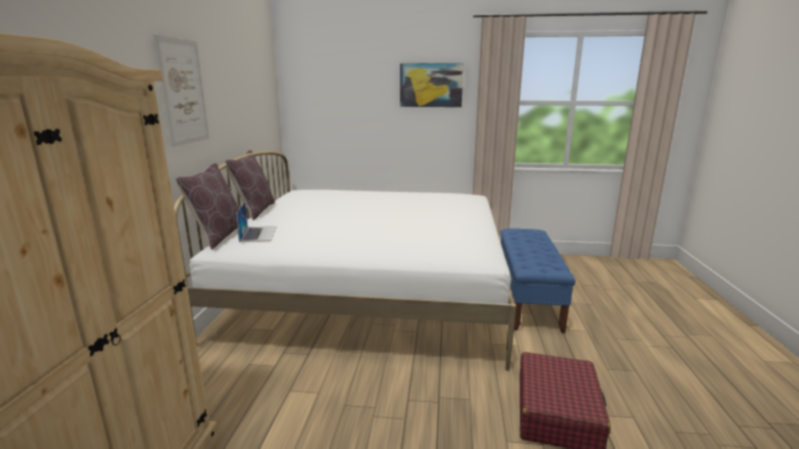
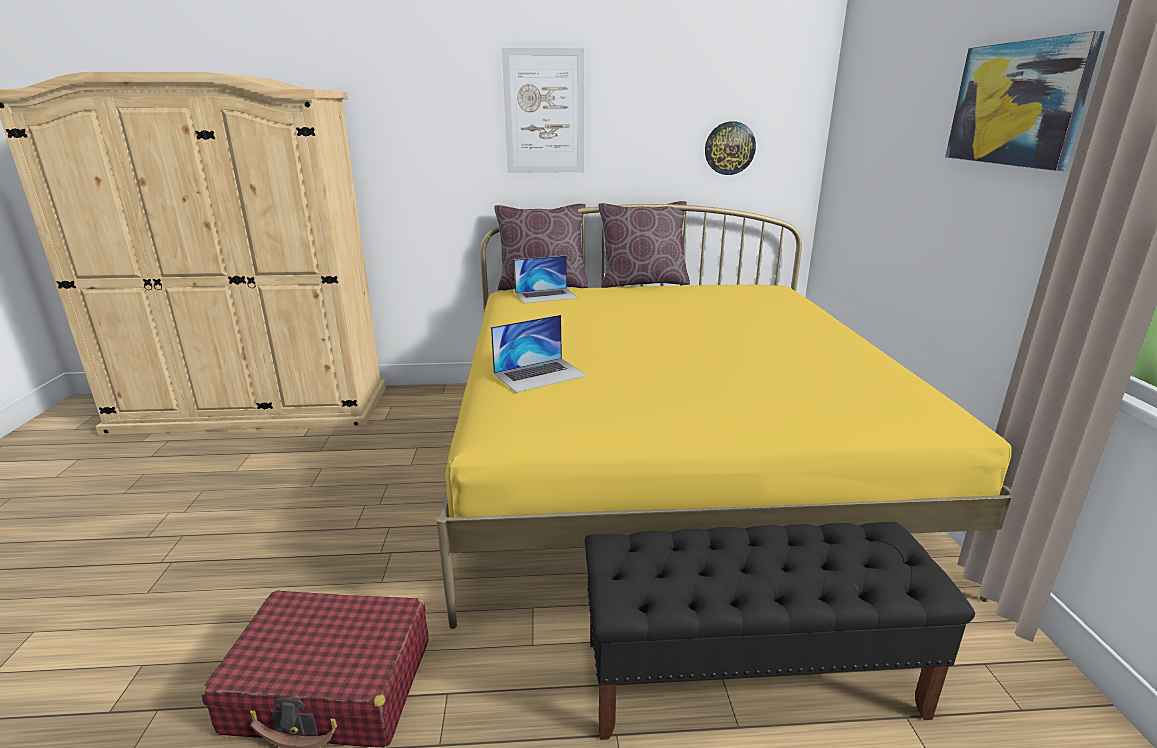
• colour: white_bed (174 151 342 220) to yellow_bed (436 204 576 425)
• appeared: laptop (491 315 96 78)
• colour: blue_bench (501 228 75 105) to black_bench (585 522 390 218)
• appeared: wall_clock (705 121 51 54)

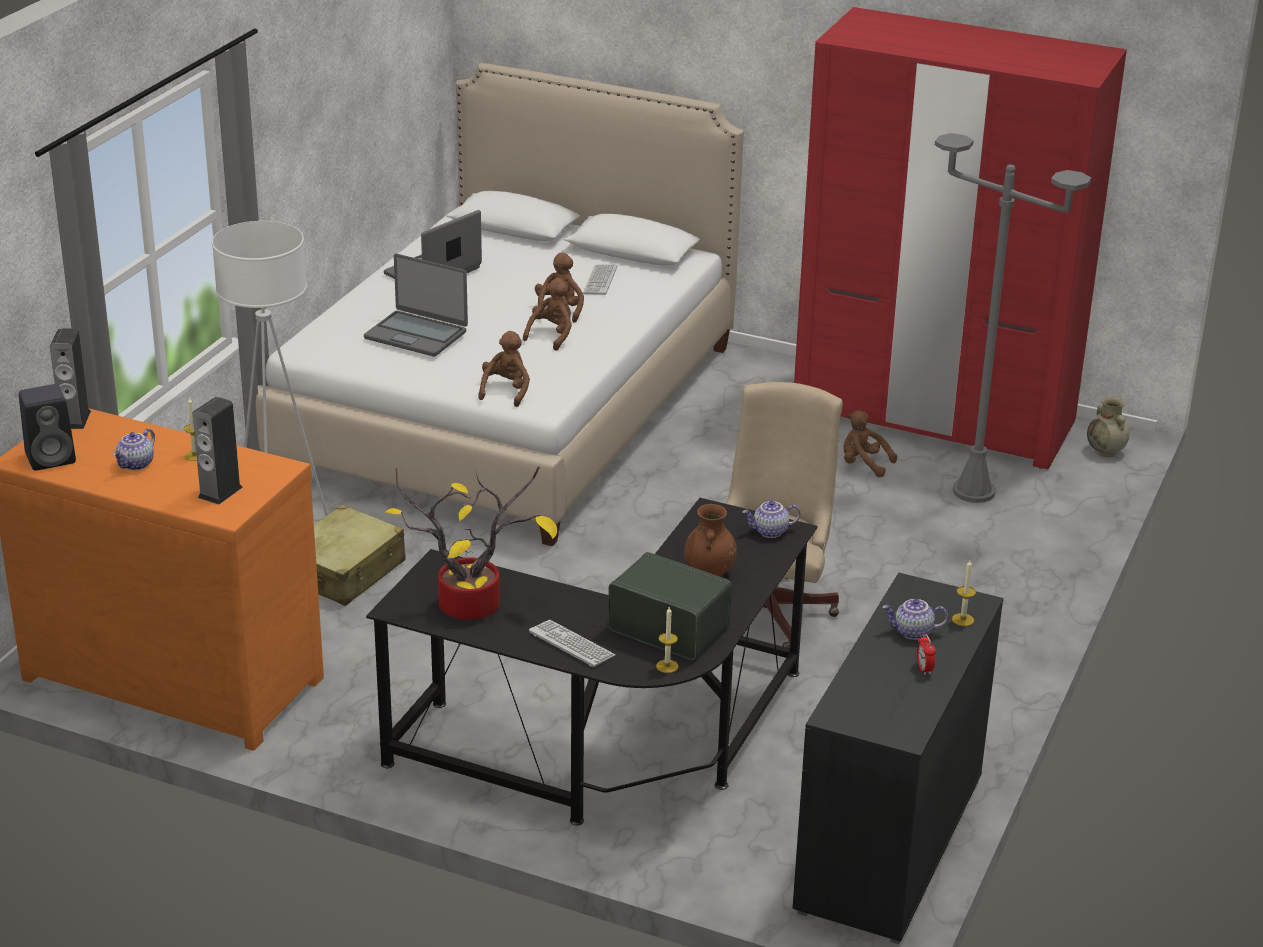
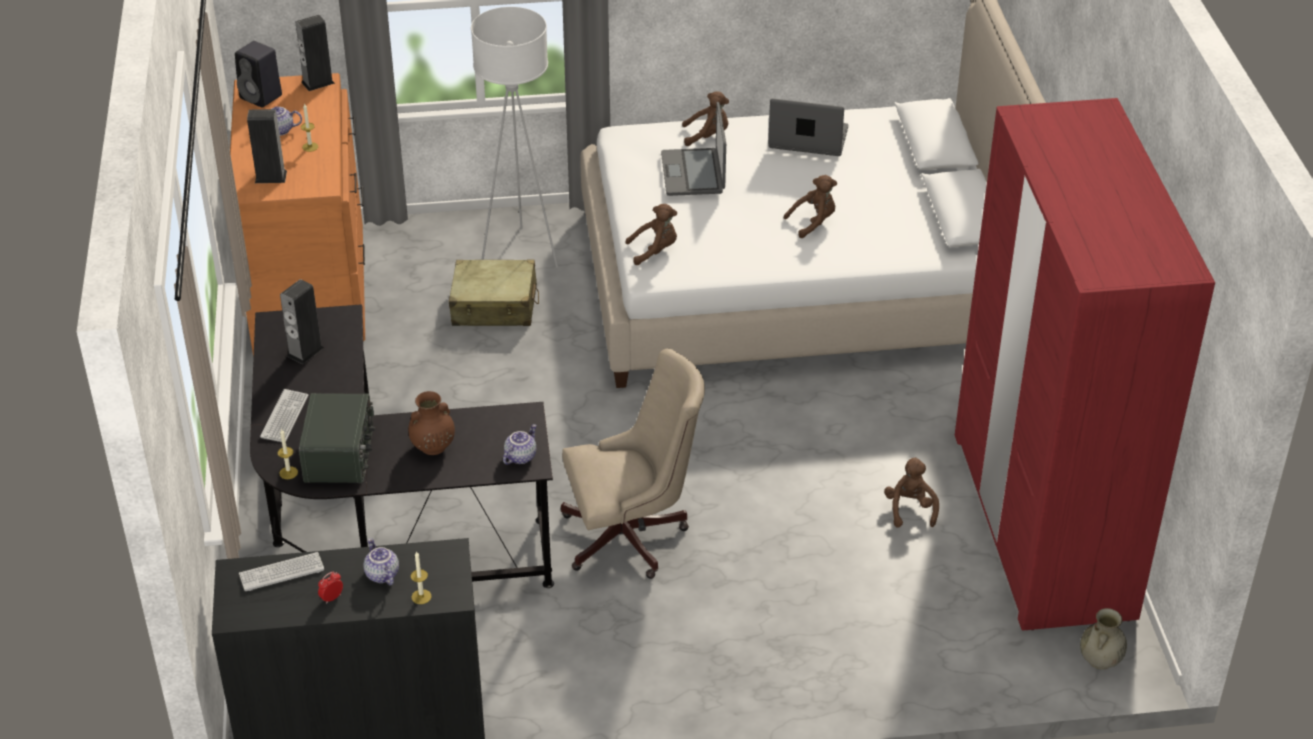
• relocated: keyboard (583 264 34 31) to (239 552 85 39)
• exchanged: potted_plant (385 466 172 154) to speaker (280 279 44 85)
• spun: teapot (742 501 58 37) = (503 424 34 41) 75 degrees clockwise
• relocated: brown_plush_toy (523 278 49 73) to (682 91 47 55)
• missing: grey_floor_lamp (935 133 156 370)

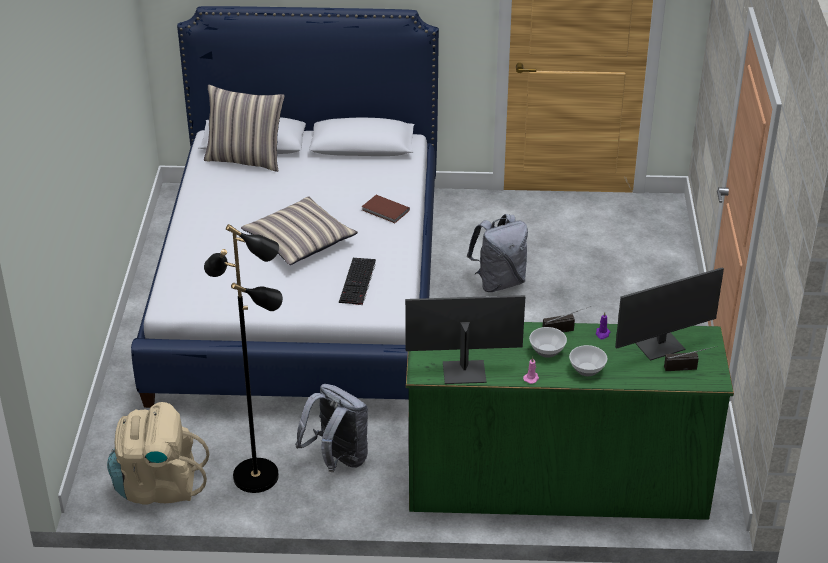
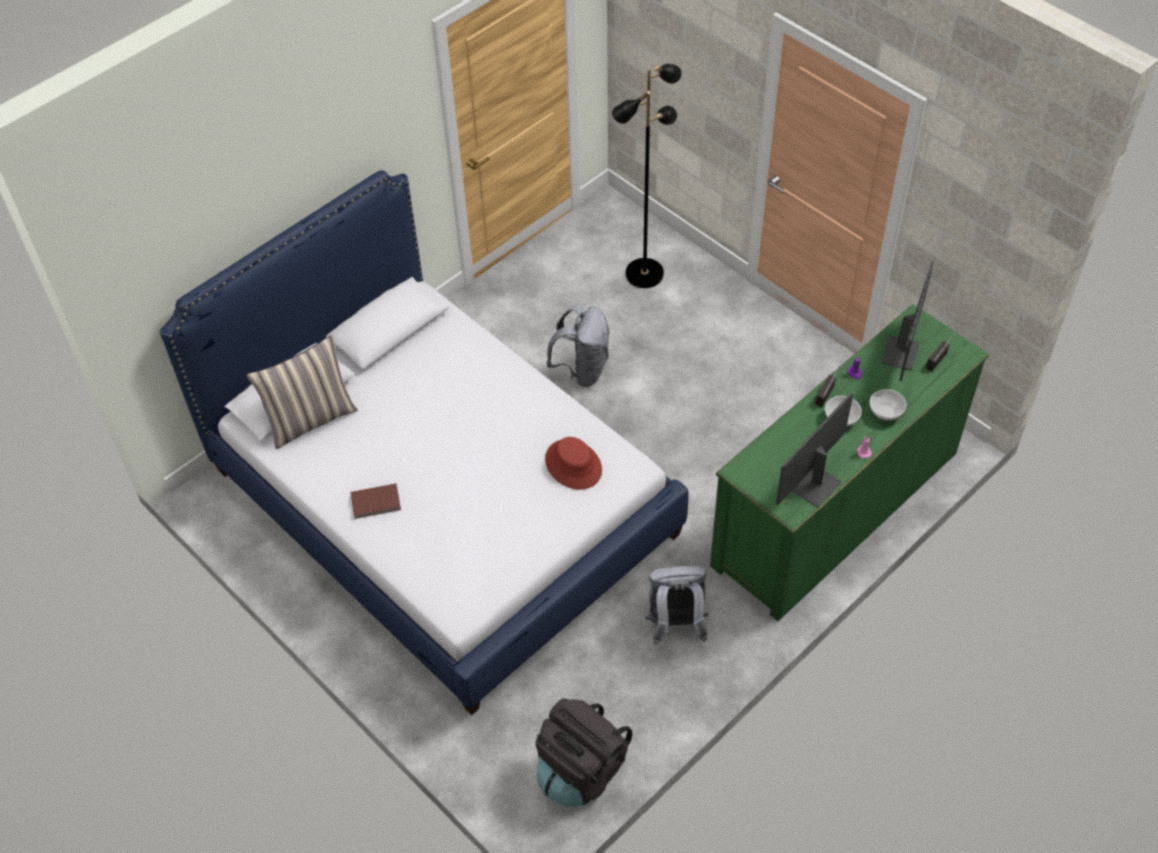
• relocated: brown_book (361 195 49 28) to (350 483 51 36)
• colour: beige_backpack (107 402 102 103) to black_backpack (536 698 96 109)
• exchanged: keyboard (339 258 37 47) to red_hat (545 437 57 53)
• relocated: black_floor_lamp (204 224 79 269) to (612 64 70 224)
• missing: pillow (241 197 117 68)

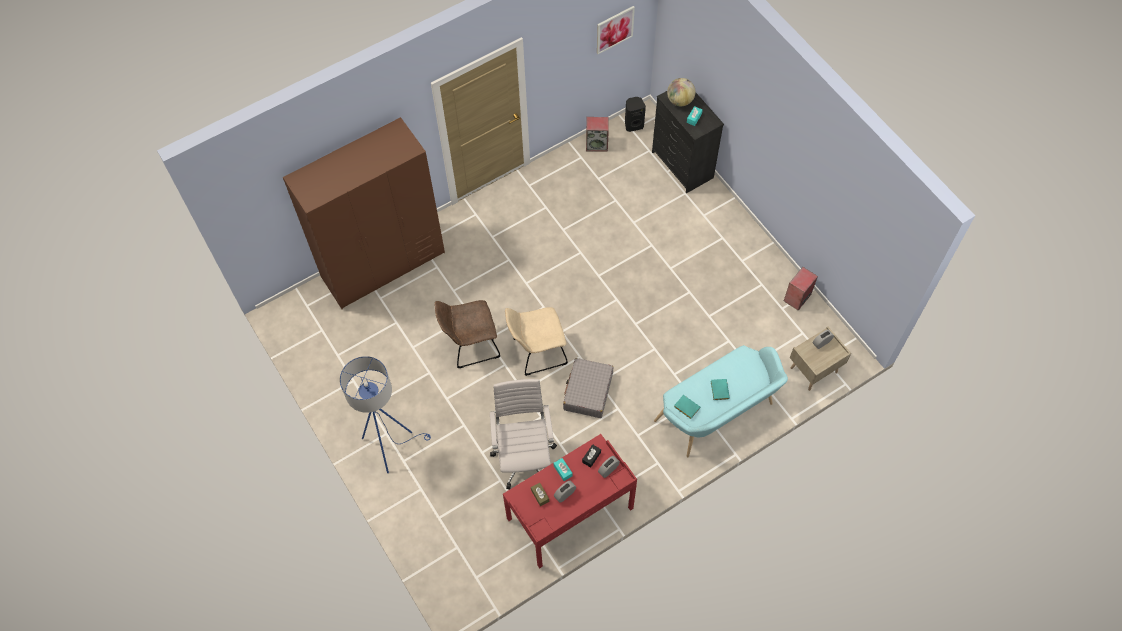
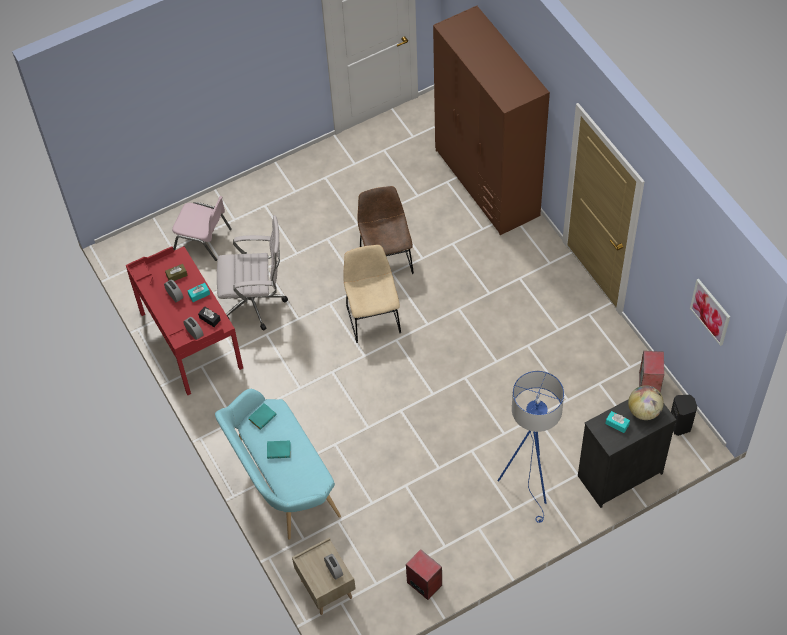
• appeared: pink_chair (172 196 60 65)
• relocated: blue_floor_lamp (340 356 91 117) to (498 371 66 152)
• missing: grey_suitcase (563 358 50 60)

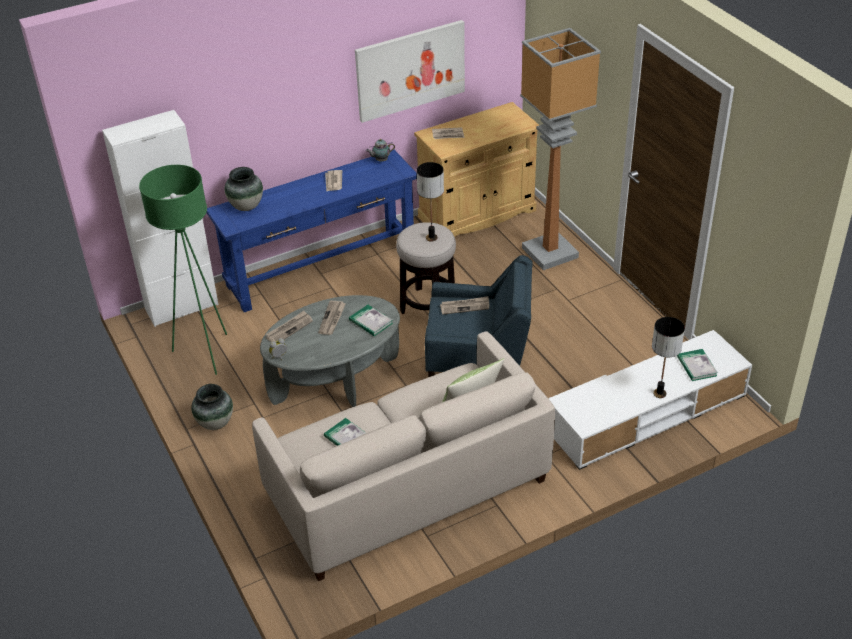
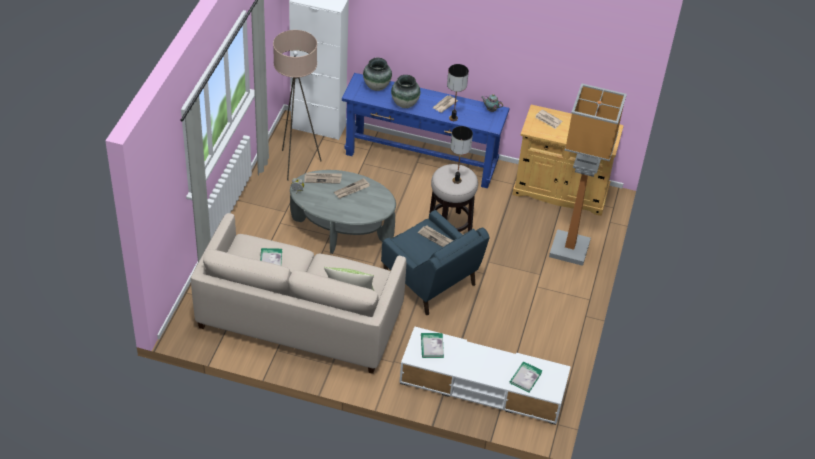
• colour: green_floor_lamp (139 165 88 210) to beige_floor_lamp (273 30 48 151)
• relocated: vase (191 384 42 46) to (391 75 29 33)
• relocated: book (349 305 44 31) to (421 333 23 25)
• relocated: table_lamp (652 317 33 81) to (447 64 22 57)
• missing: picture (355 20 110 103)

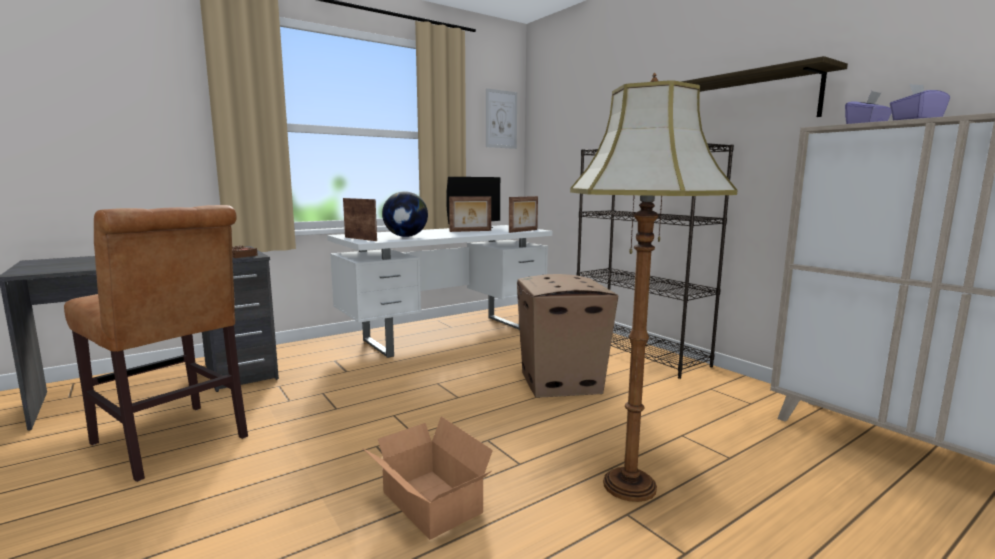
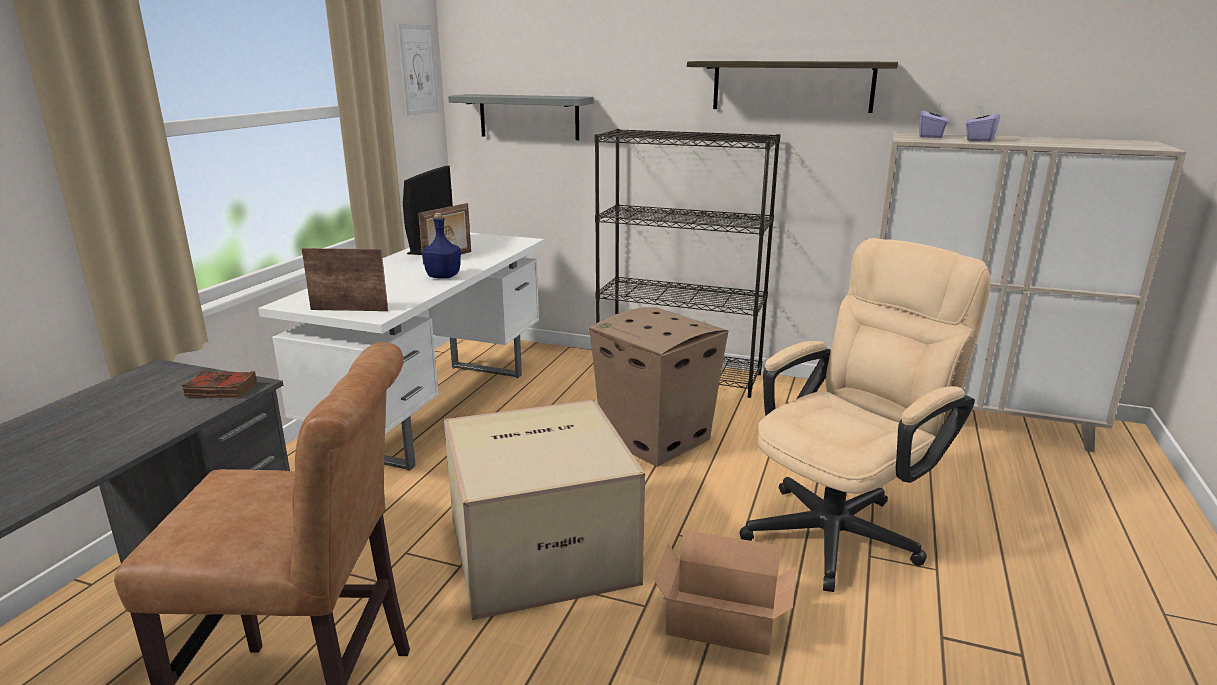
• appeared: blue_bottle (422 213 39 66)
• appeared: cardboard_box (444 399 201 221)
• appeared: grey_shelf (448 94 146 46)
• exchanged: floor_lamp (570 72 167 430) to beige_office_chair (739 238 252 354)
• missing: globe (382 191 46 46)
• missing: picture_frame (509 196 29 37)

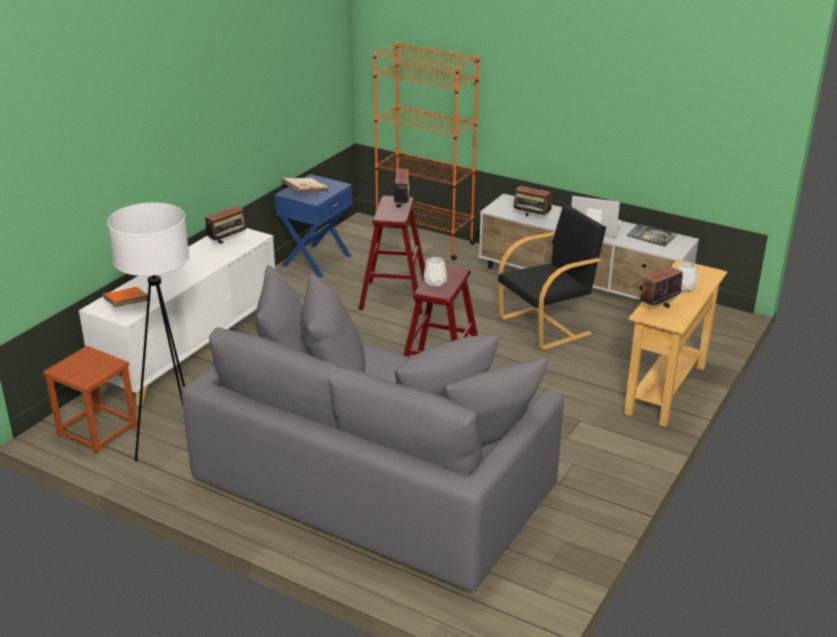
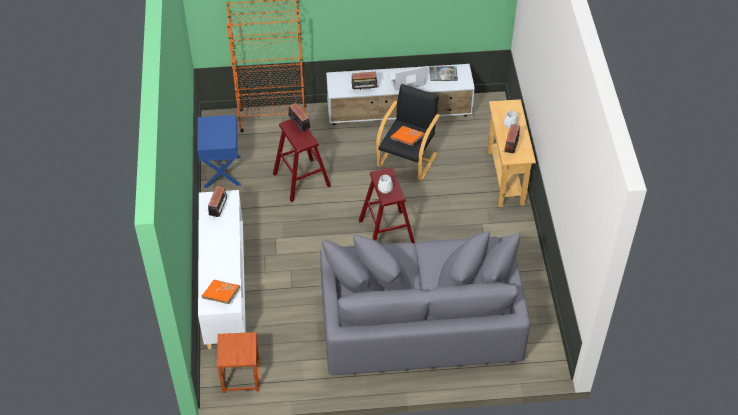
• appeared: orange_book (390 126 35 20)
• missing: white_floor_lamp (107 203 82 258)
• missing: beige_book (281 178 47 14)

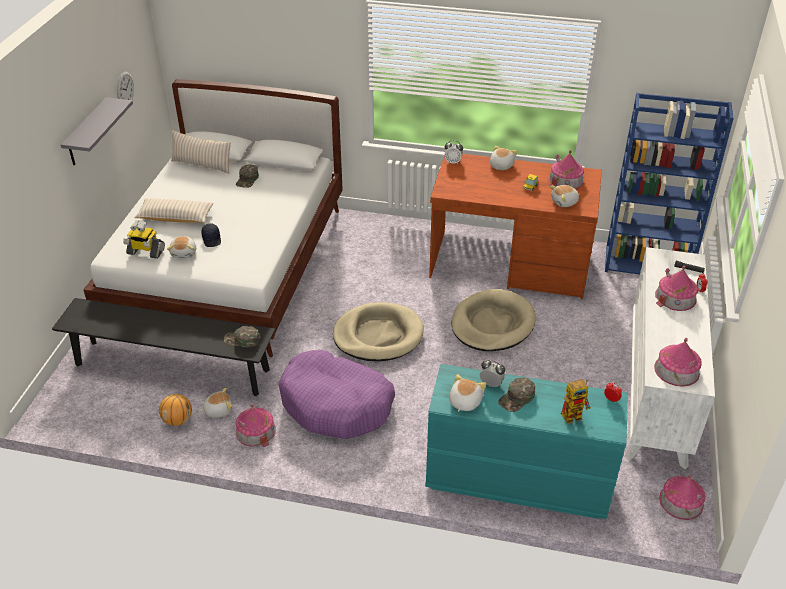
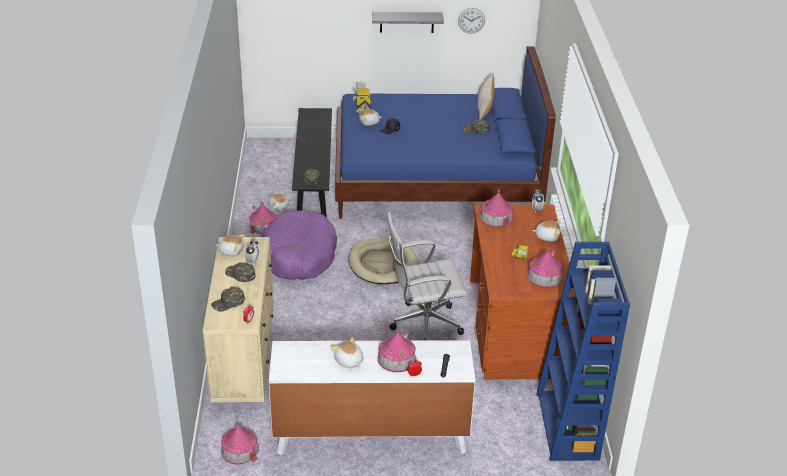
• colour: turquoise_dresser (425 364 203 155) to beige_dresser (203 237 71 165)
• exchanged: toy_robot (561 379 30 45) to green_cap (211 287 34 25)
• relocated: plush_toy (550 185 29 22) to (331 337 32 31)
• colour: white_bed (83 79 260 278) to blue_bed (335 46 221 173)
• exchanged: beige_dog_bed (451 289 85 62) to white_office_chair (387 212 80 129)
• relocated: toy_house (654 338 48 49) to (480 189 33 38)
• missing: beige_pillow (134 198 80 25)
• missing: basketball (159 394 33 32)

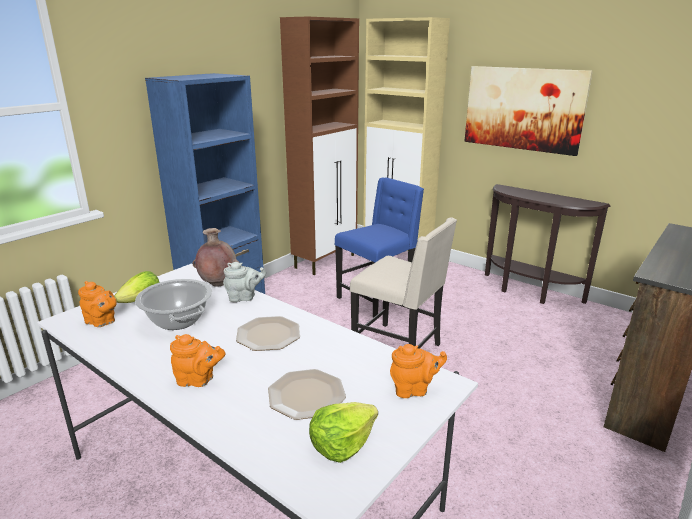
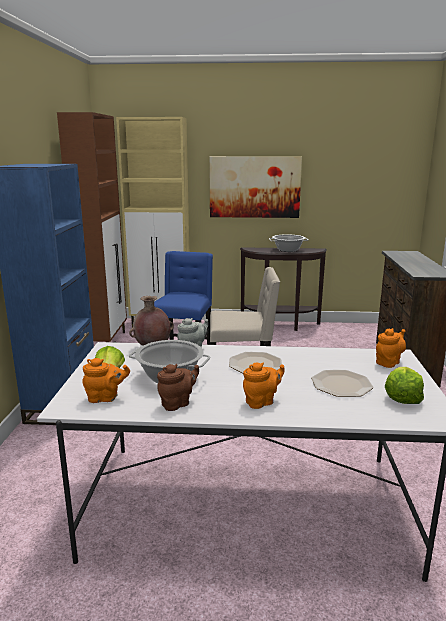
• appeared: brown_teapot (157 364 42 47)
• appeared: cooking_pot (269 235 39 17)

